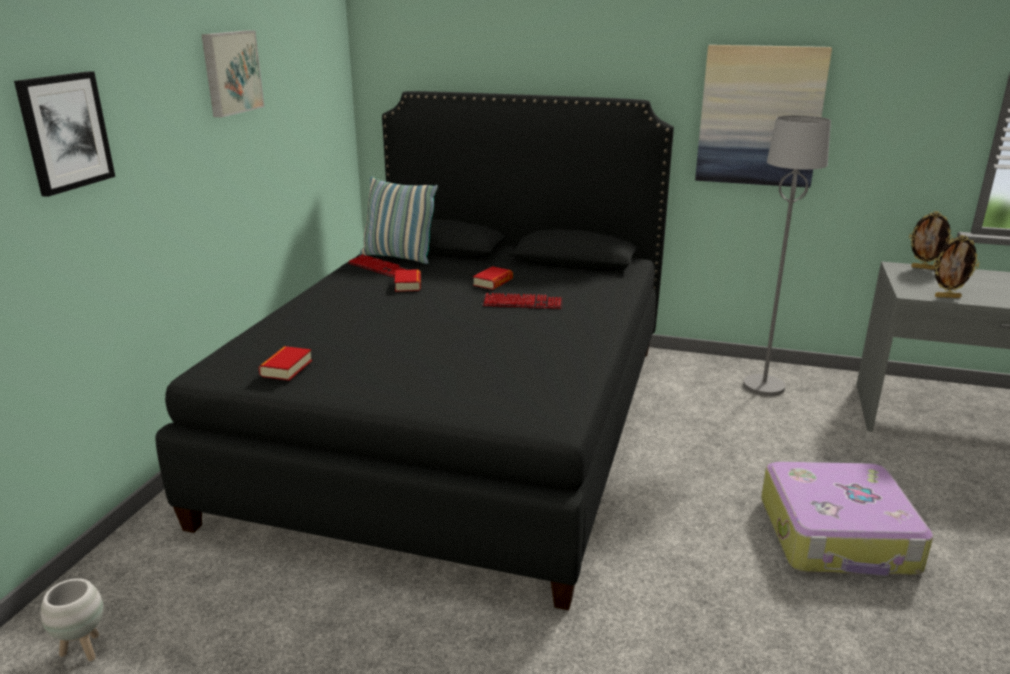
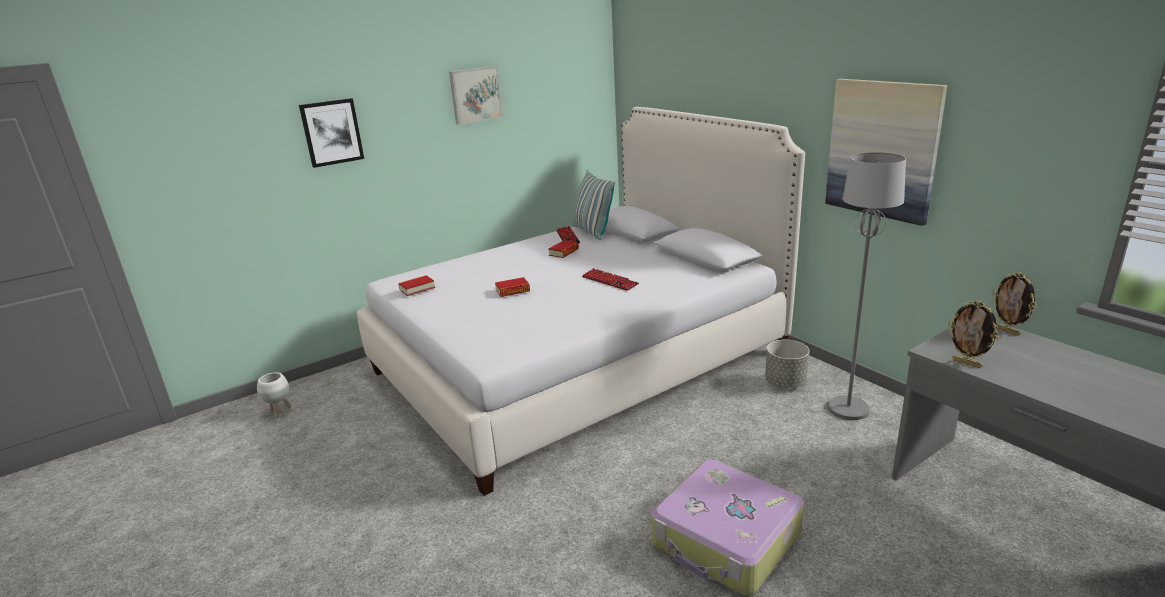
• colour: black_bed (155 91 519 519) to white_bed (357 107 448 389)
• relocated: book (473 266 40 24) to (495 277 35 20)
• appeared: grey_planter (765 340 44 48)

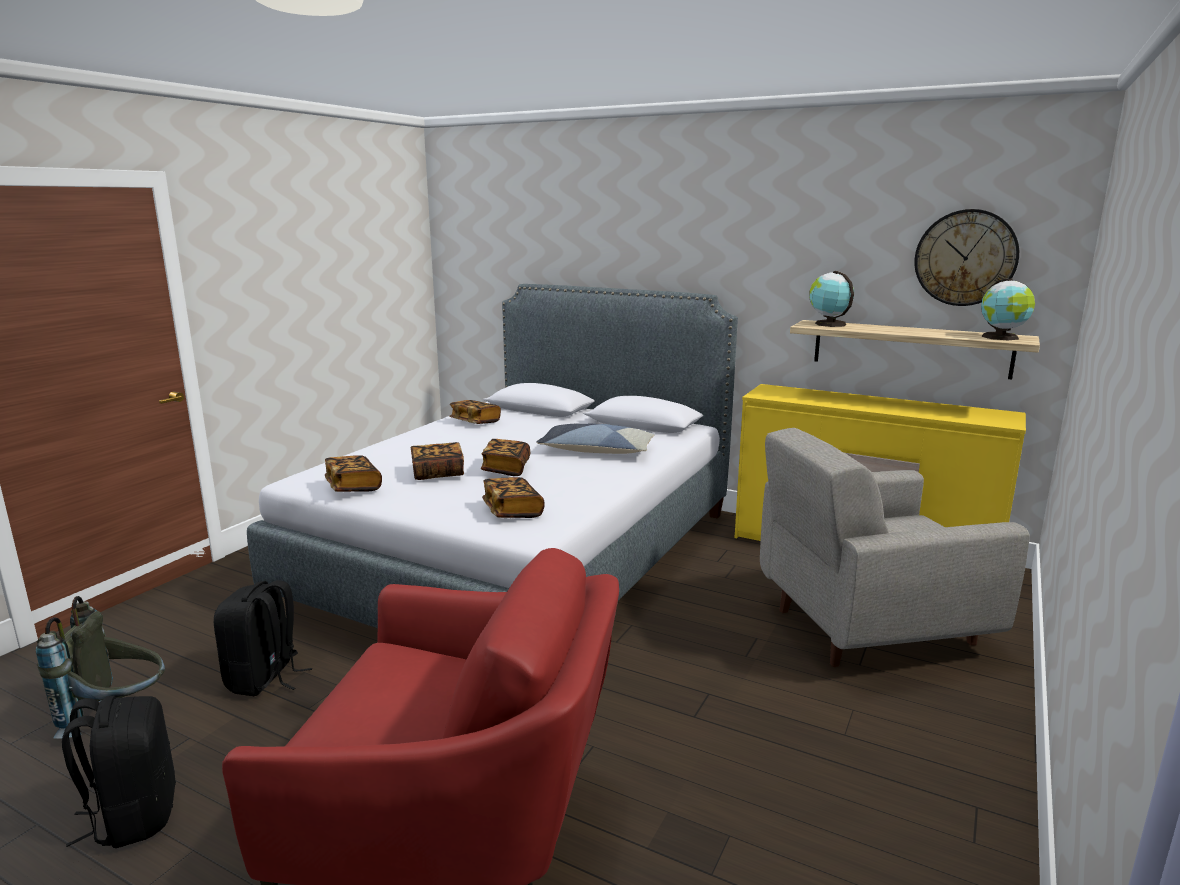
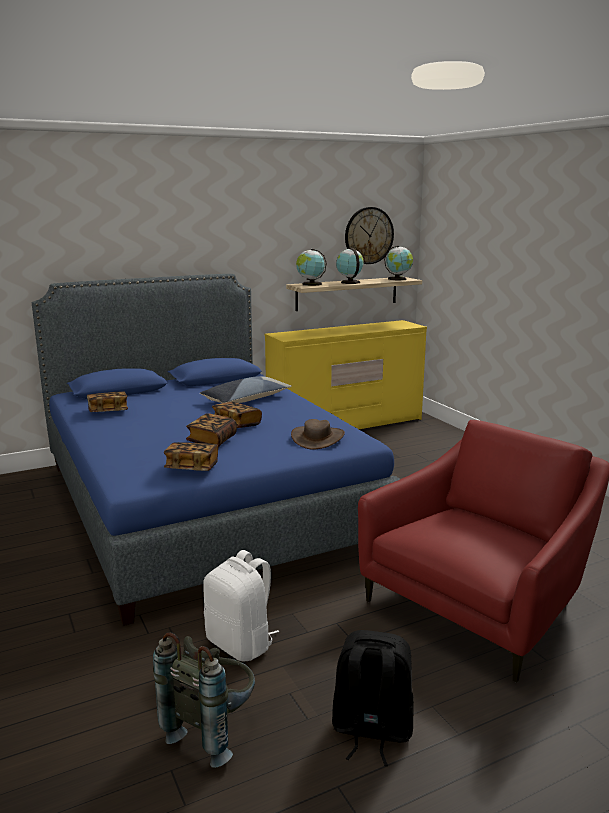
• colour: grey_bed (247 284 491 344) to blue_bed (32 274 368 352)
• colour: black_backpack (214 580 98 116) to white_backpack (203 550 76 111)
• exchanged: book (482 477 63 41) to brown_hat (291 419 54 31)
• appeared: globe (336 248 28 36)
• missing: grey_armchair (760 428 270 239)

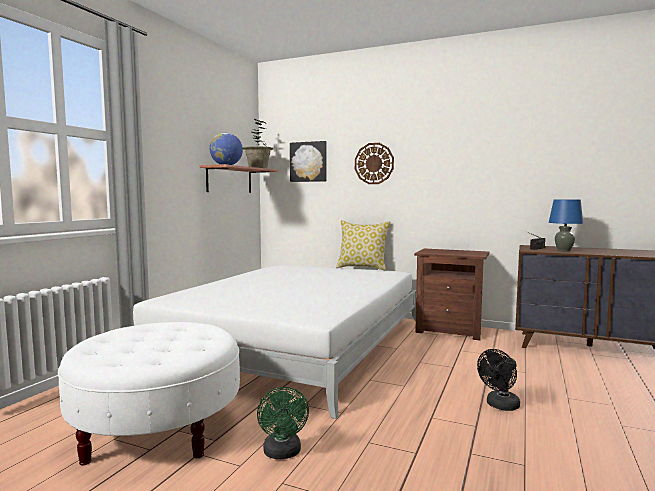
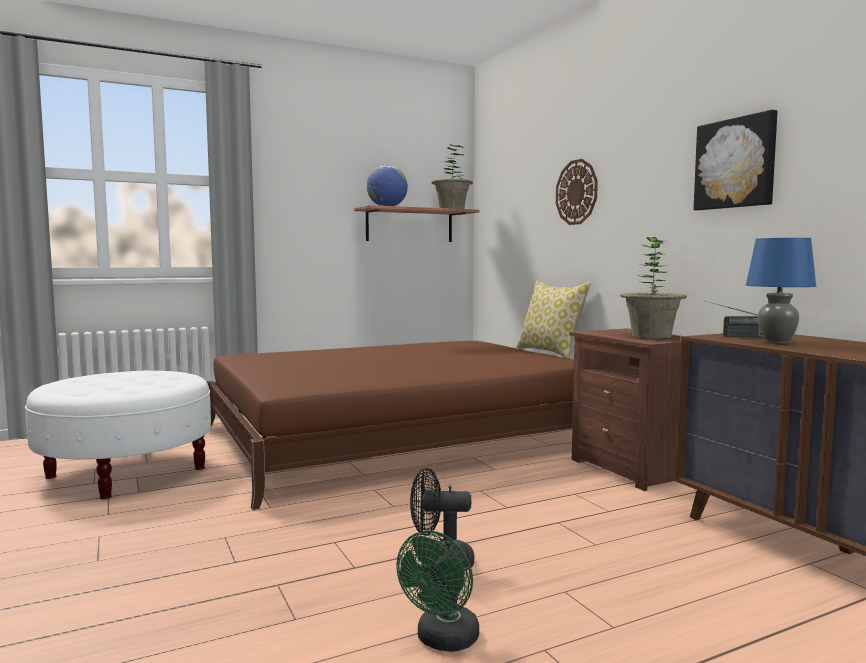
• colour: white_bed (133 265 283 154) to brown_bed (207 341 367 169)
• relocated: green_fan (257 387 52 72) to (397 530 82 122)
• appeared: potted_plant (620 237 67 102)
• relocated: picture (290 141 36 41) to (693 110 84 100)

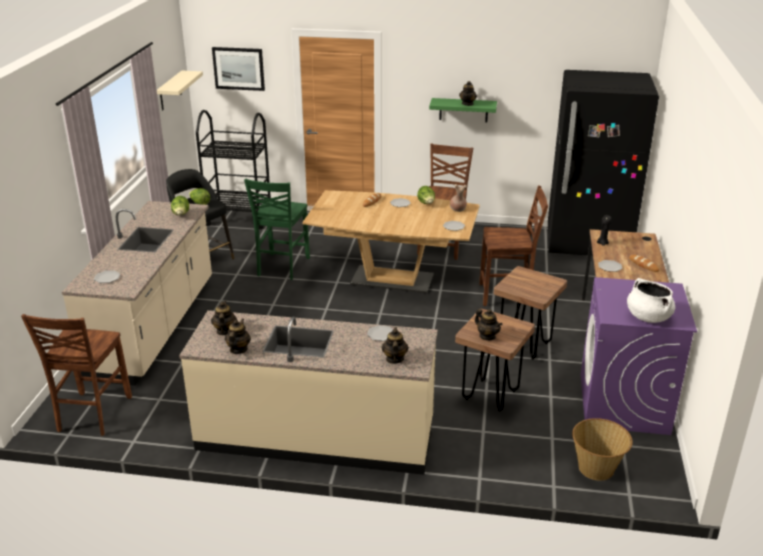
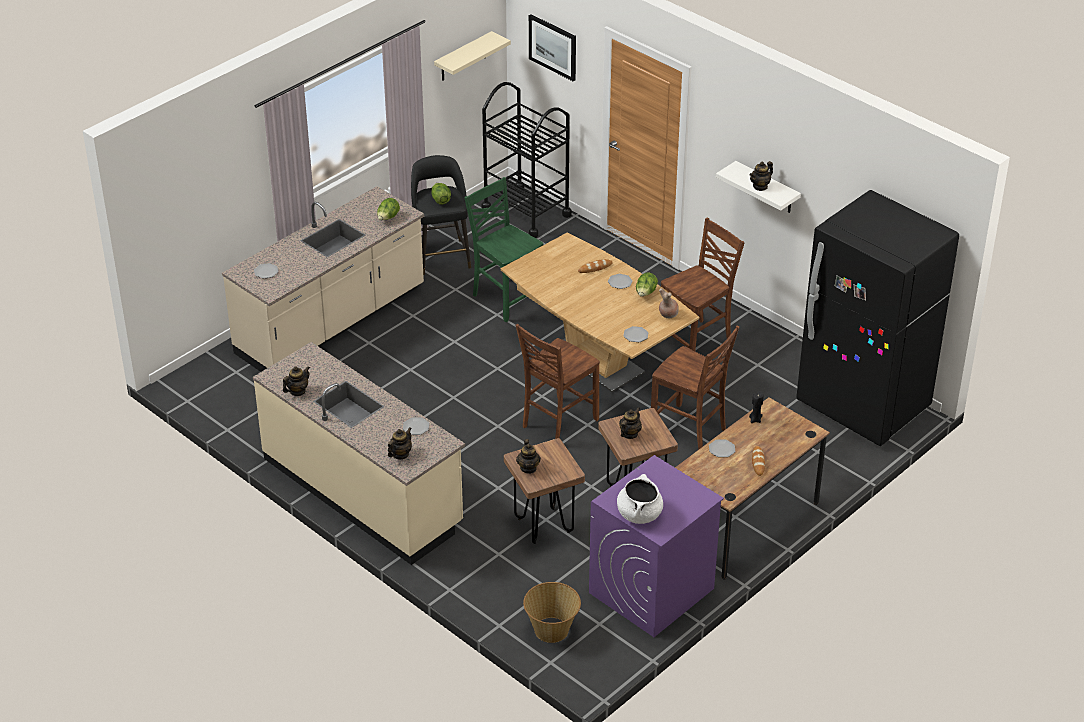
• spun: green_chair (244 179 66 101) = (464 177 79 145) 90 degrees clockwise
• relocated: brown_chair (21 314 111 122) to (515 324 85 115)
• relocated: teapot (211 301 26 34) to (619 407 23 32)
• colour: green_shelf (429 98 68 24) to white_shelf (716 161 85 52)

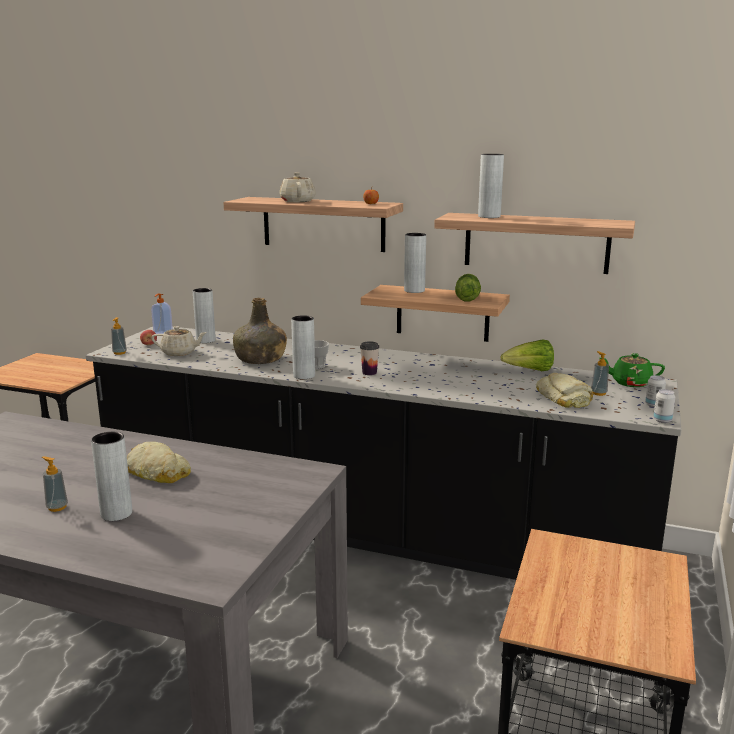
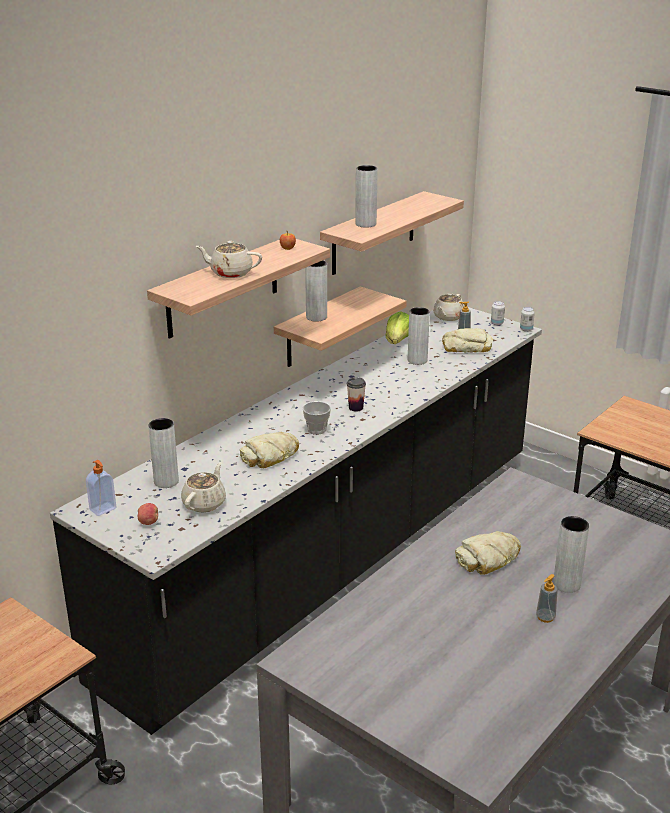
• exchanged: green_bottle (233 298 54 66) to bread (239 432 60 36)
• relocated: grey_vase (291 315 24 64) to (408 307 22 58)
• colour: green_teapot (599 353 66 34) to beige_teapot (433 293 31 28)
• missing: soap_dispenser (111 317 16 38)
• missing: lettuce (455 274 26 27)

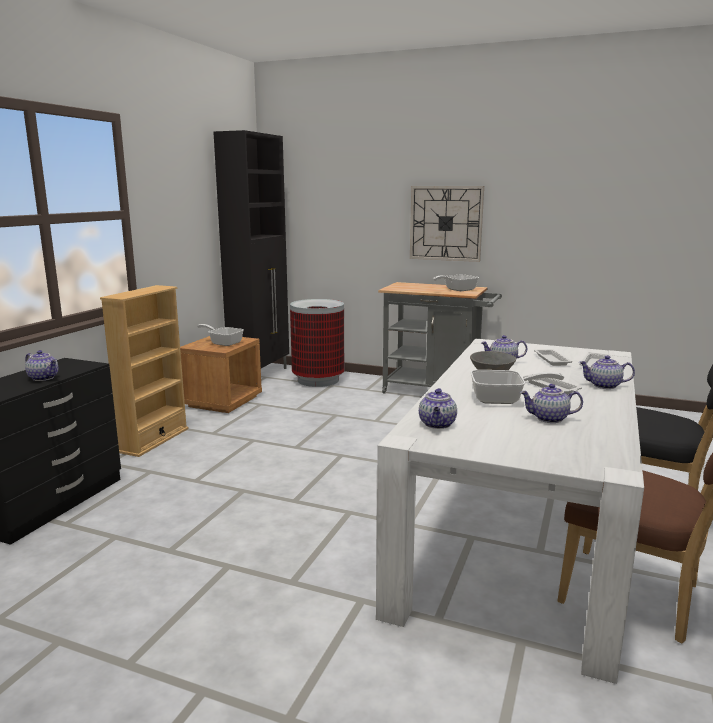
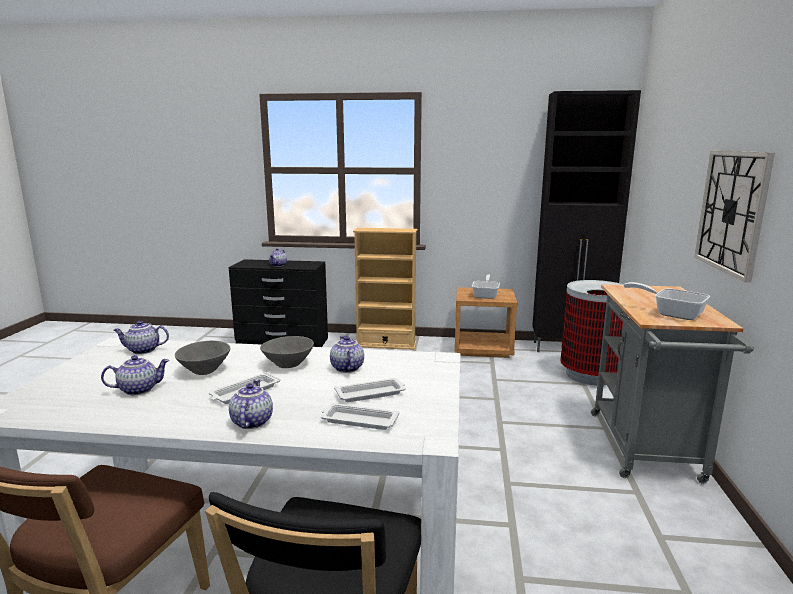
• spun: teapot (520 384 63 39) = (101 355 69 40) 75 degrees clockwise
• exchanged: frying_pan (470 370 94 34) to grey_bowl (175 341 55 34)

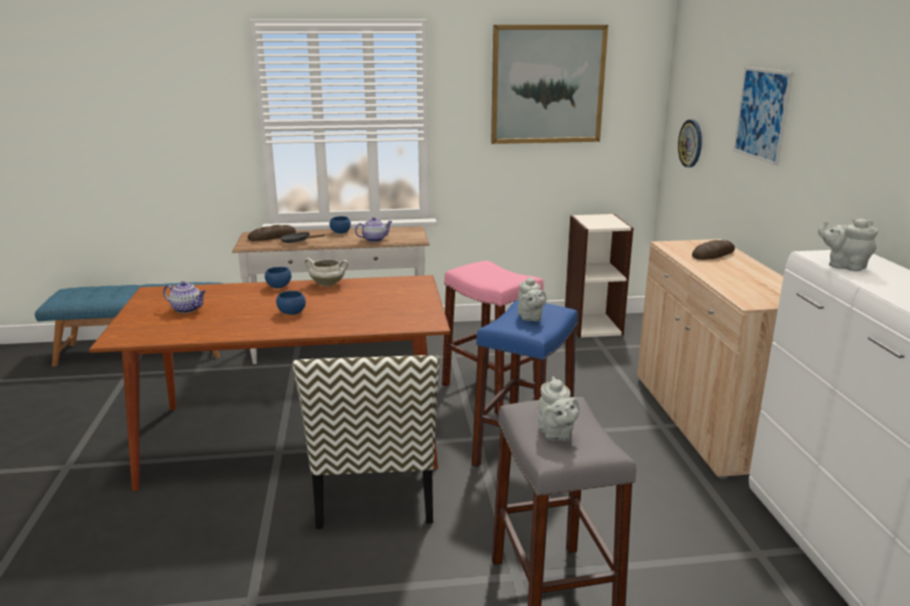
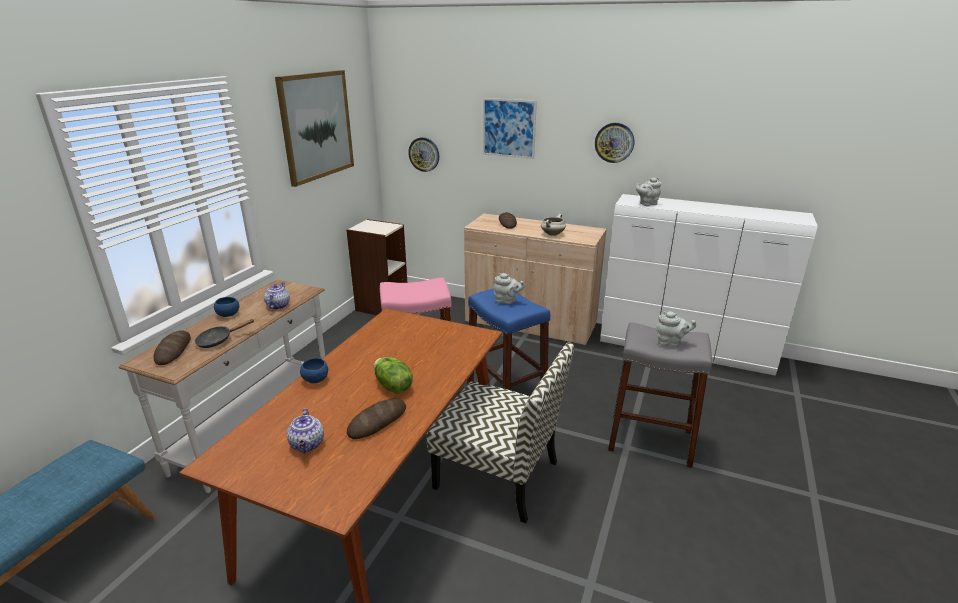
• spun: teapot (163 281 43 32) = (287 409 37 45) 120 degrees clockwise
• appeared: bread (347 399 59 40)
• exchanged: blue_bowl (276 291 30 24) to lettuce (374 357 39 37)
• relocated: white_cooking_pot (304 258 44 29) to (541 214 25 22)
• appeared: wall_clock (595 123 39 40)

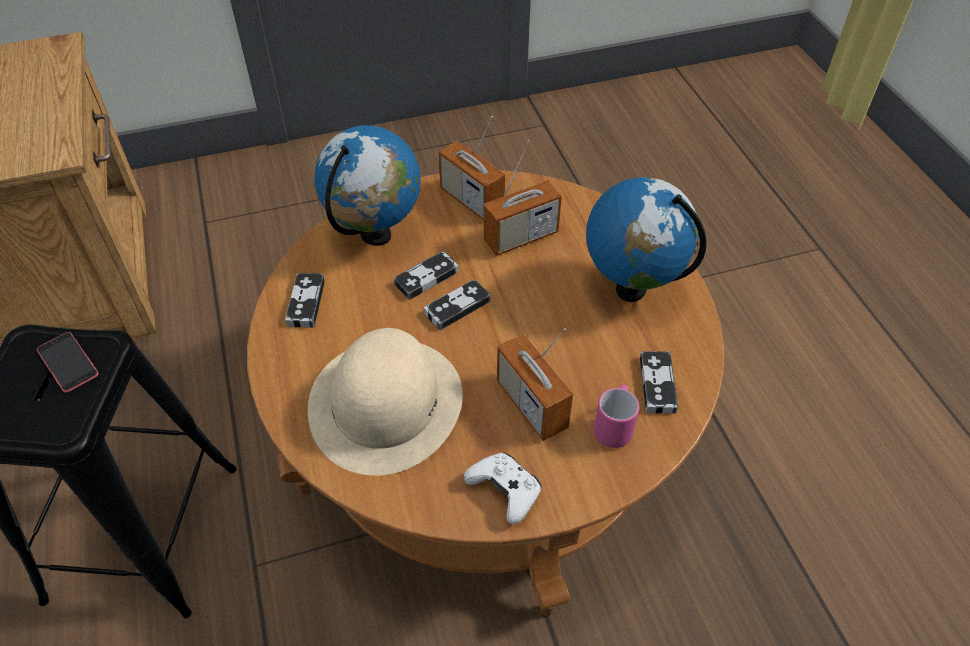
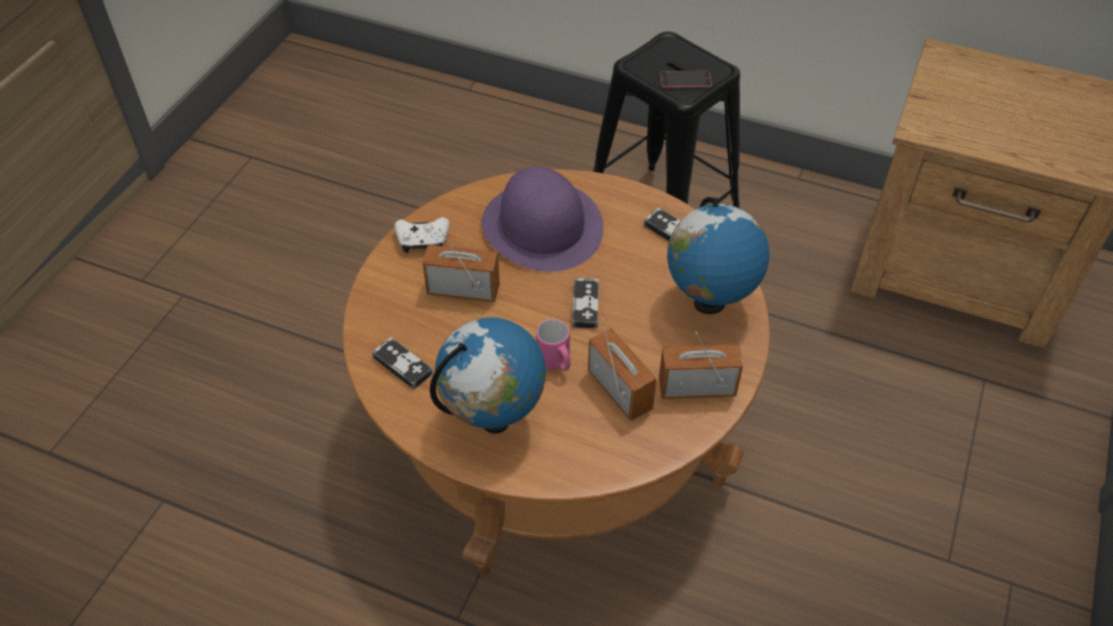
• colour: beige_hat (308 328 155 148) to purple_hat (481 166 122 106)
• relocated: pink_mug (593 384 46 64) to (536 319 35 52)
• spun: radio (484 140 78 116) = (588 318 69 103) 135 degrees clockwise
• missing: game_controller (394 251 65 49)

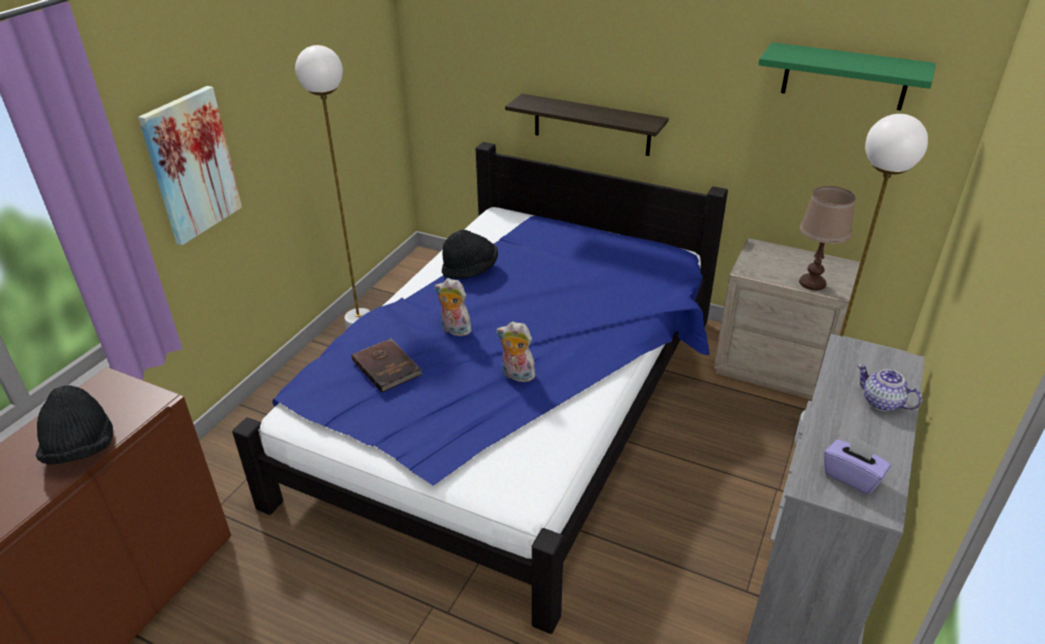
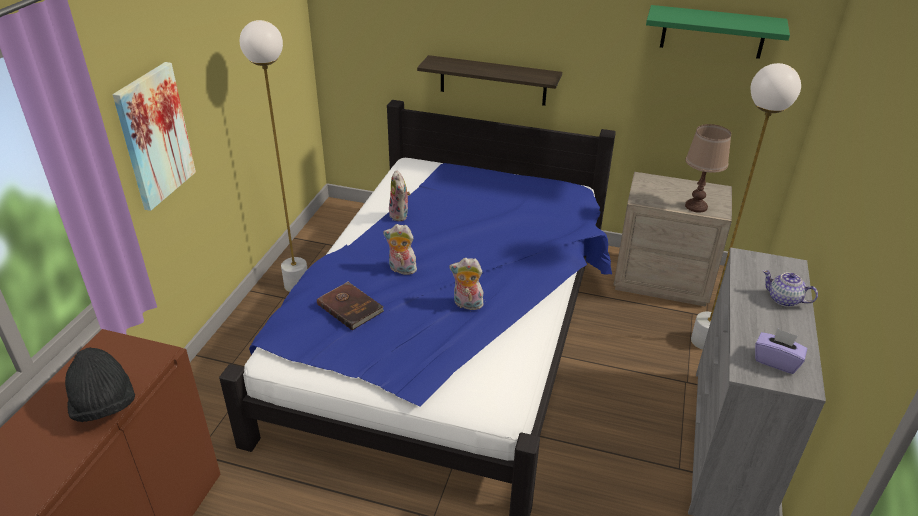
• exchanged: black_hat (442 230 56 49) to plush_toy (389 170 21 51)

